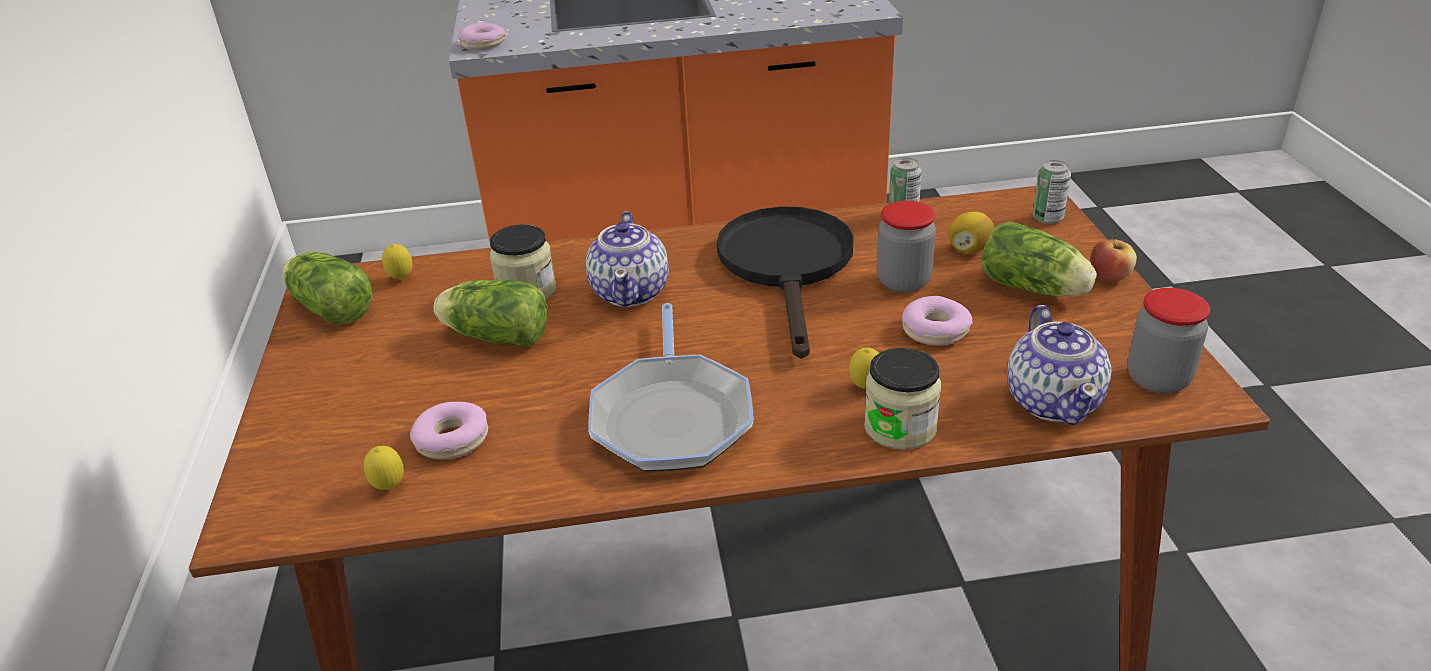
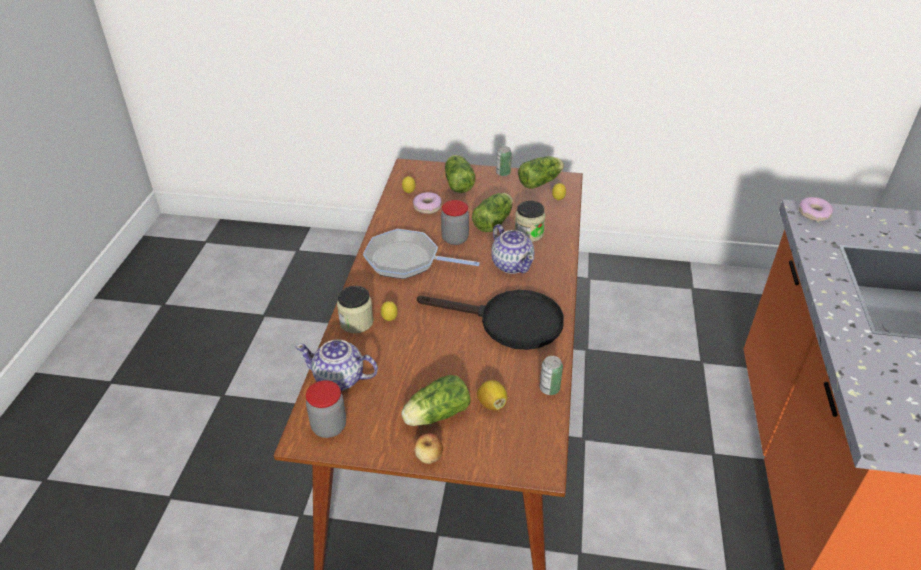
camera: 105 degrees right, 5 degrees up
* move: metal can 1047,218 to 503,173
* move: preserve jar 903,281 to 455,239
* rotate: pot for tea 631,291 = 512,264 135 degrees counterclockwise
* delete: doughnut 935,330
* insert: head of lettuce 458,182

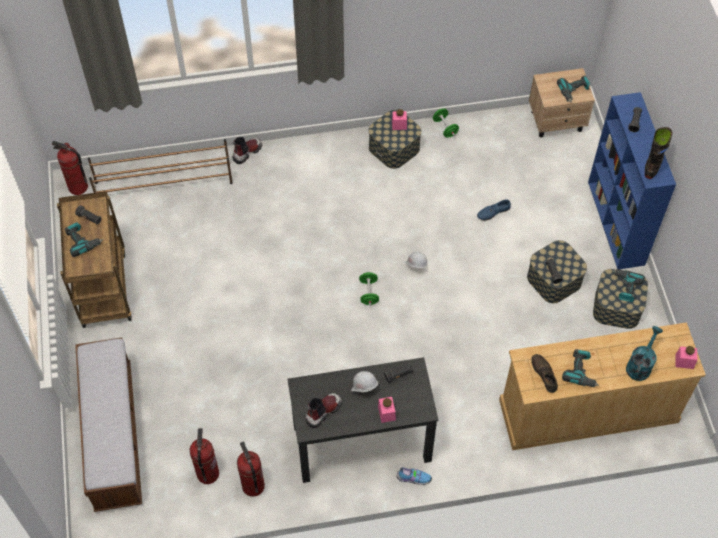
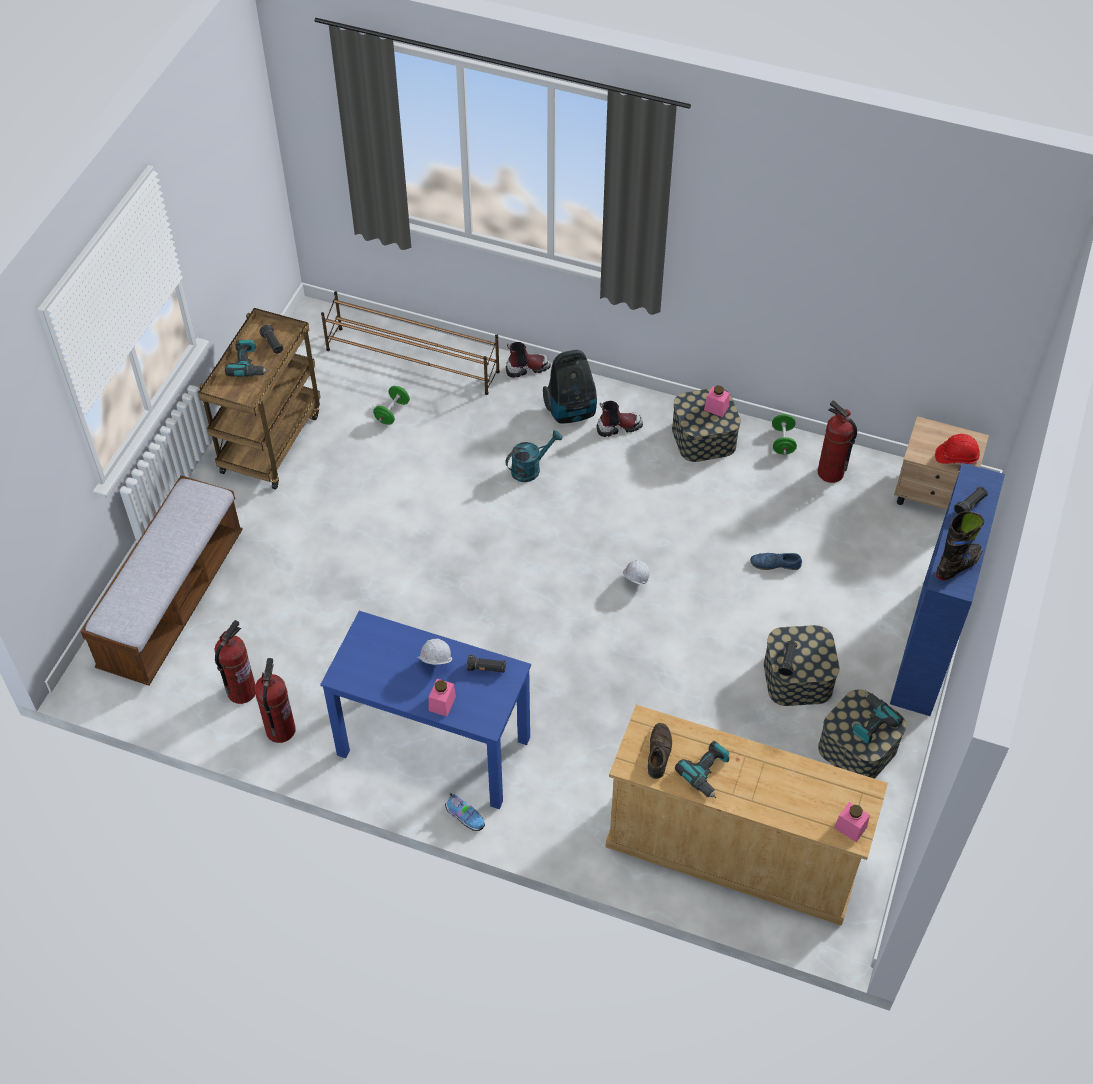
camera: 30 degrees right, 5 degrees down
* replace: power drill 574,91 to red safety helmet 956,457
* move: fire-fighting cylinder 78,187 to 830,473
* move: greenish dumbbell 369,293 to 392,412
* move: turquoise watering can 640,364 to 530,468
* recolor: black desk unit 361,443 to bluish desk unit 433,746
* move: tall boot 323,411 to 619,427
* insert: vacuum 572,411

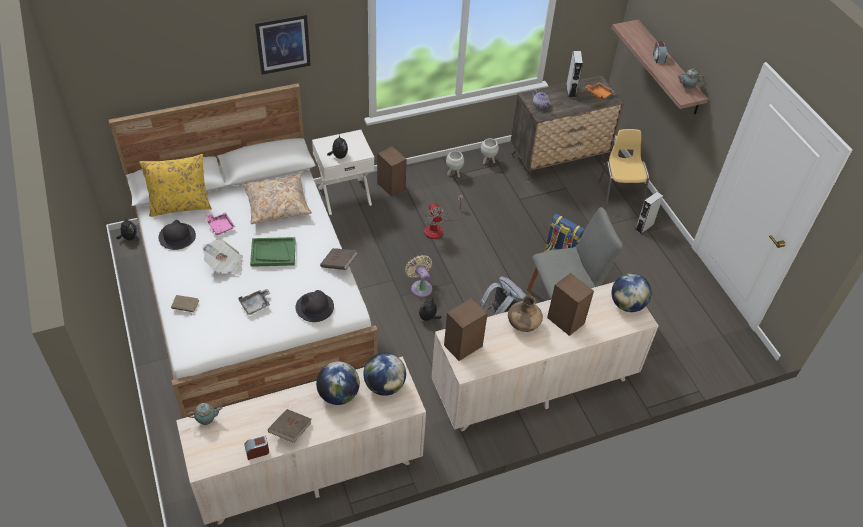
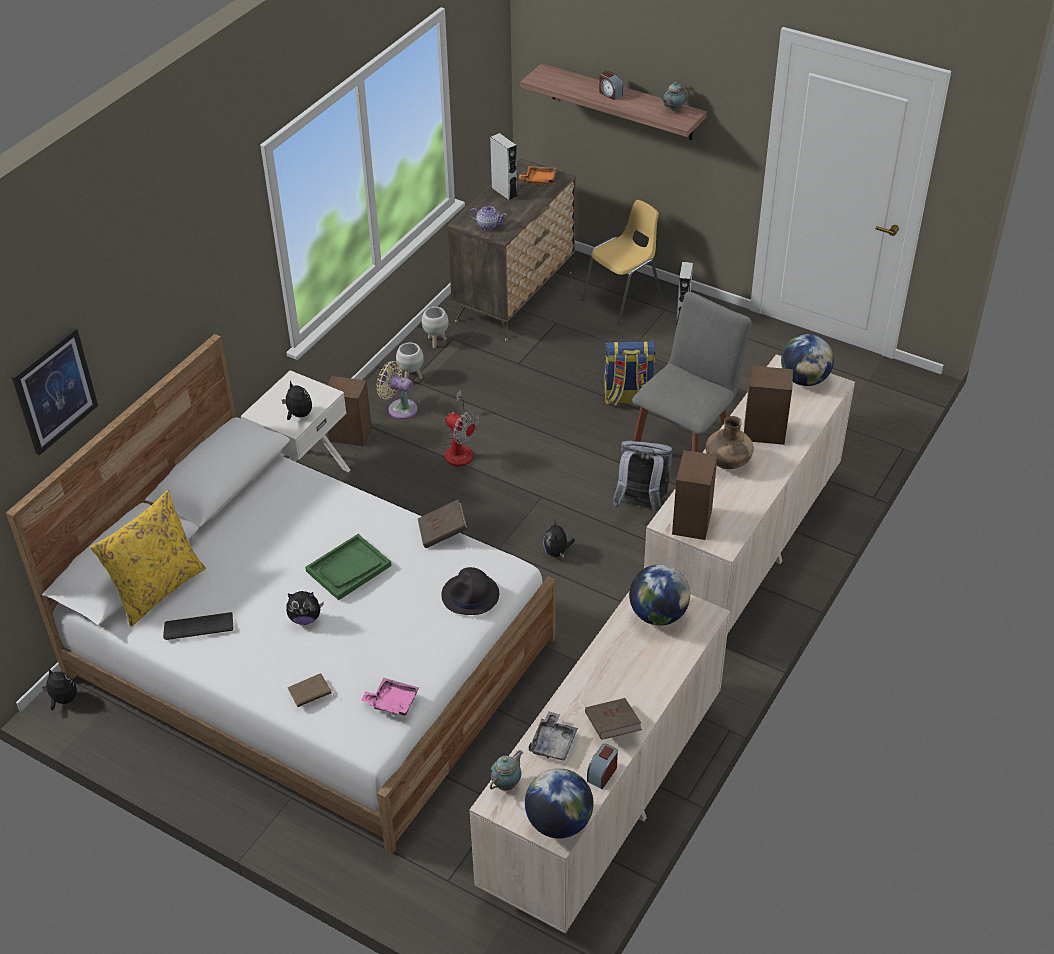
camera: 35 degrees left, 5 degrees down
* move: picture 283,43 to 54,390
* rotate: yellowish plain chair 619,196 = 623,299 90 degrees clockwise
* delete: sand-coloured cushion 277,205
* move: pink-coloured tray 220,226 to 392,702
* replace: black clothing hat 177,237 to computer keyboard 199,627
* replace: printed paper 225,265 to cuddly toy 305,618
* move: sand-coloured fan 420,287 to 399,408
* move: gray tray 256,305 to 553,743
* move: world globe 338,394 to 559,822

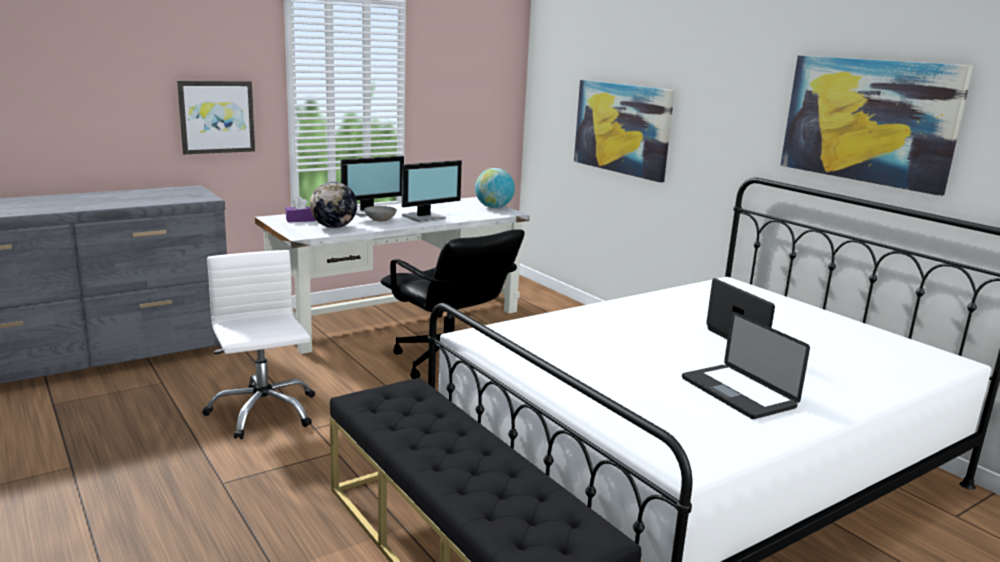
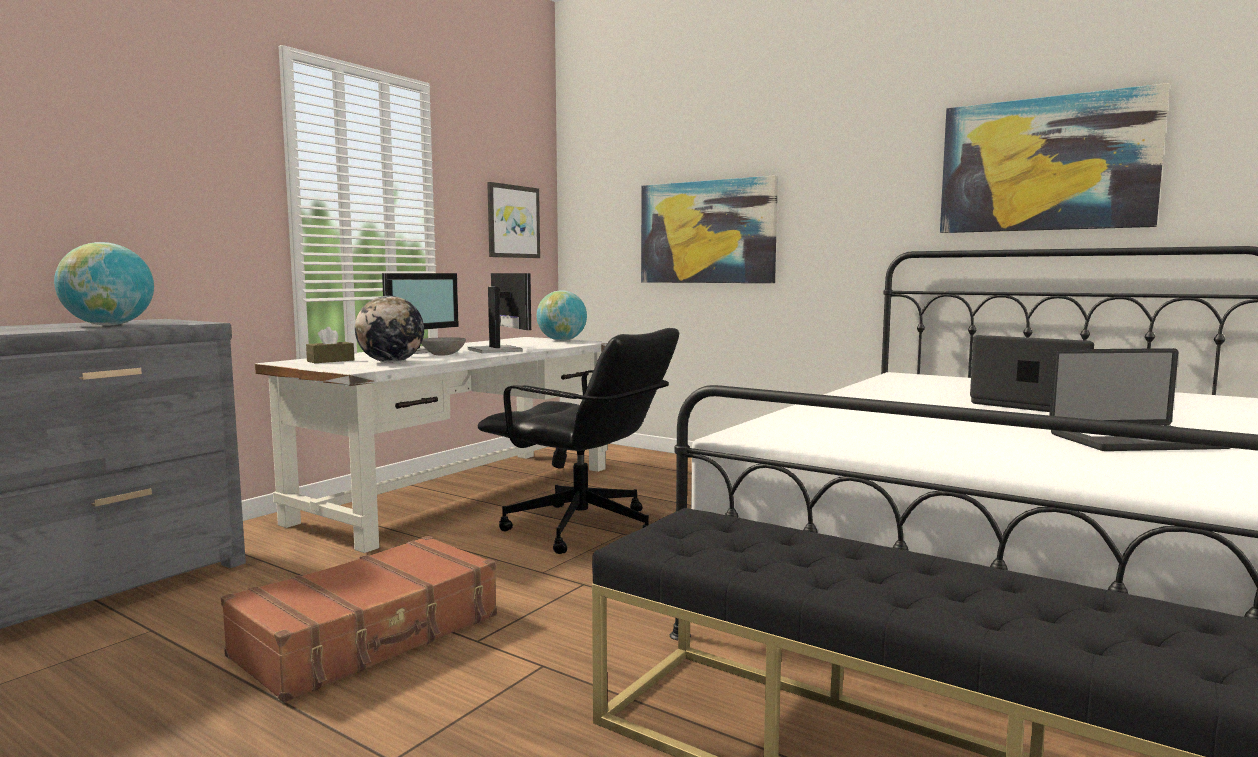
camera: 20 degrees left, 10 degrees down
* move: picture 216,117 to 513,221
* rotate: computer screen 425,217 = 497,350 60 degrees counterclockwise
* recolor: purple tissue holder 300,220 to brown tissue holder 330,361
* replace: white-coloured desk chair 263,412 to brown travel case 370,636
* rotate: laptop 737,393 = 1136,441 45 degrees counterclockwise
* insert: world globe 109,325

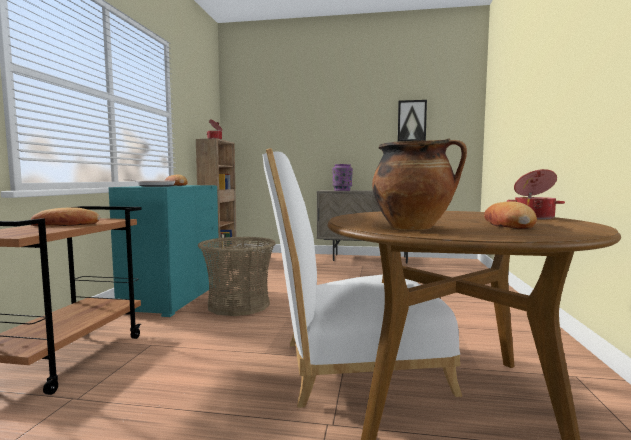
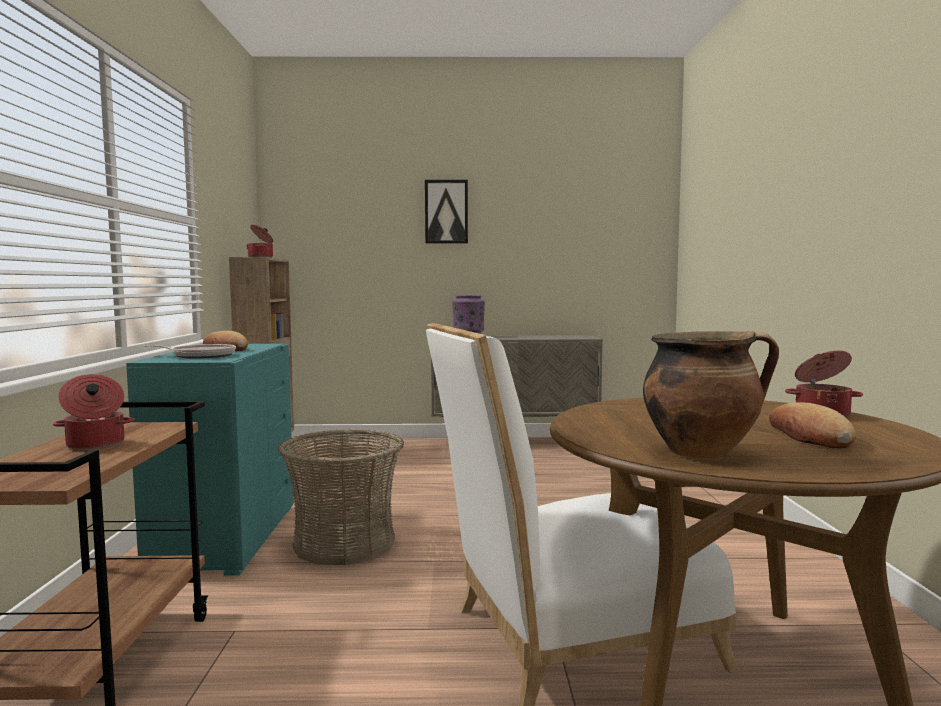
camera: 10 degrees left, 0 degrees up
* move: picture 411,121 to 446,212
* replace: bread 65,224 to cooking pot 95,445

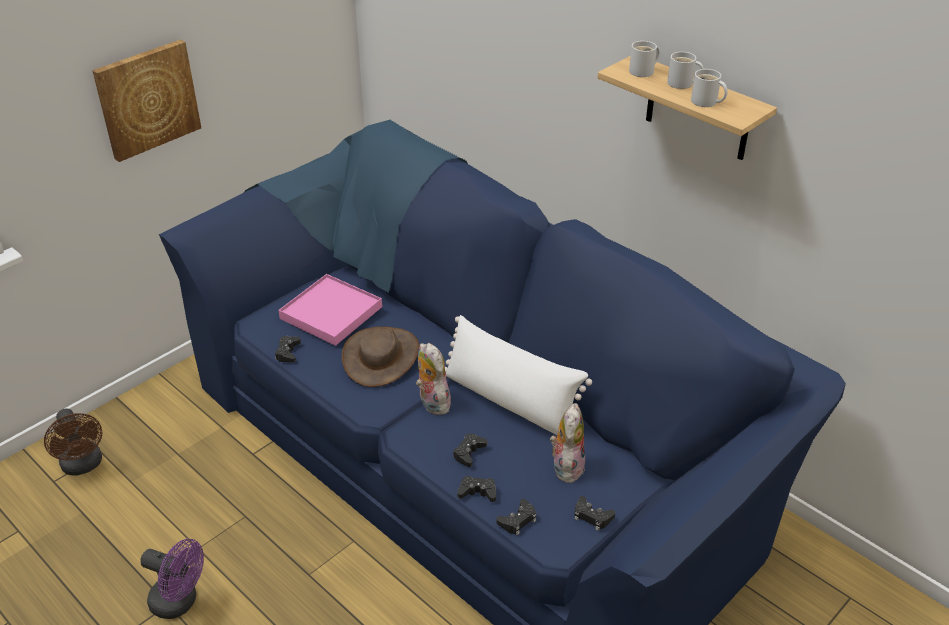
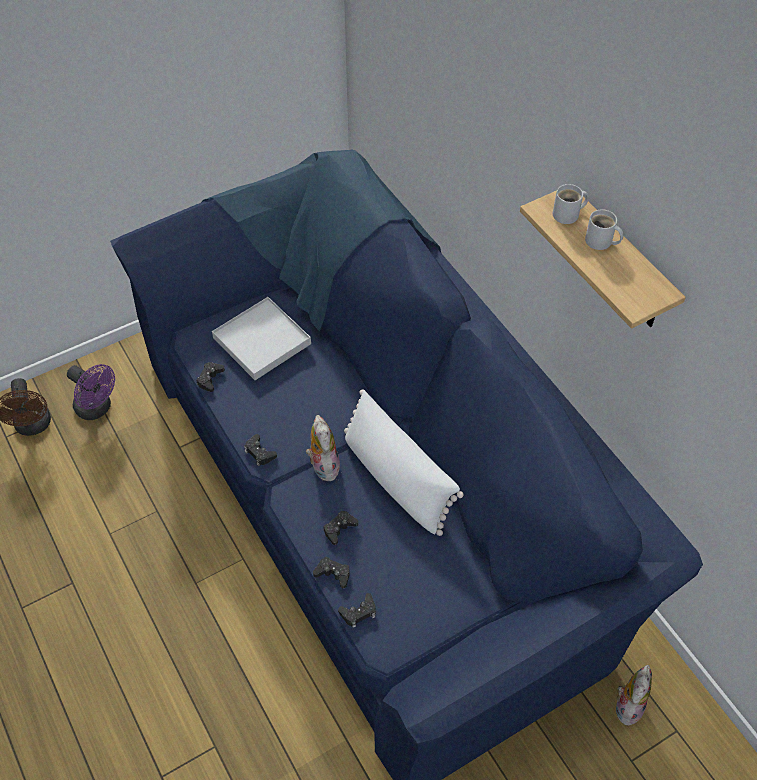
camera: 15 degrees right, 15 degrees up
* delete: picture 147,99
* delete: white-coloured coffee mug 706,102
* recolor: pink-coloured tray 331,313 to white-coloured tray 261,341
* delete: brown clothing hat 381,357
* move: cuddly toy 566,466 to 627,705
* move: black joypad 592,516 to 259,453
* move: purple fan 180,602 to 97,409

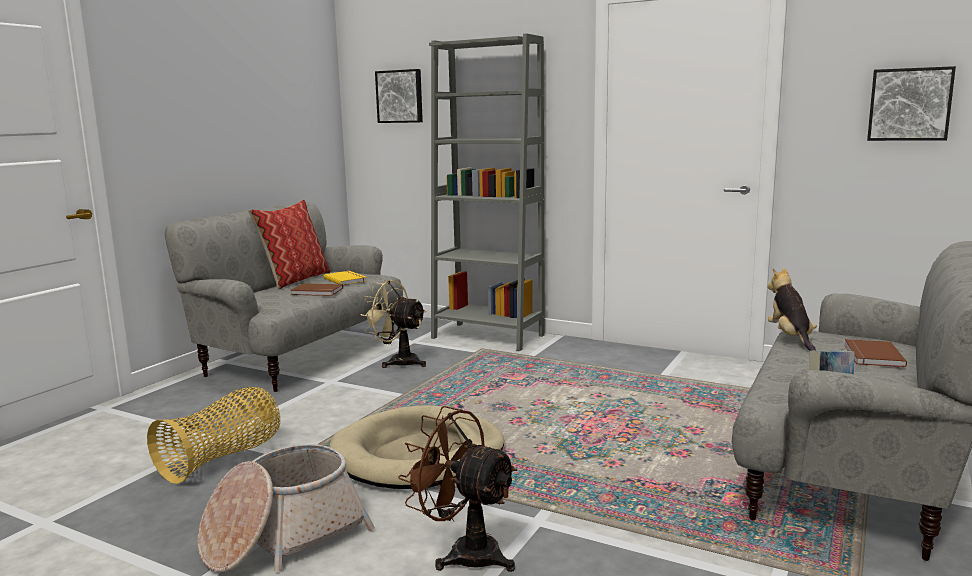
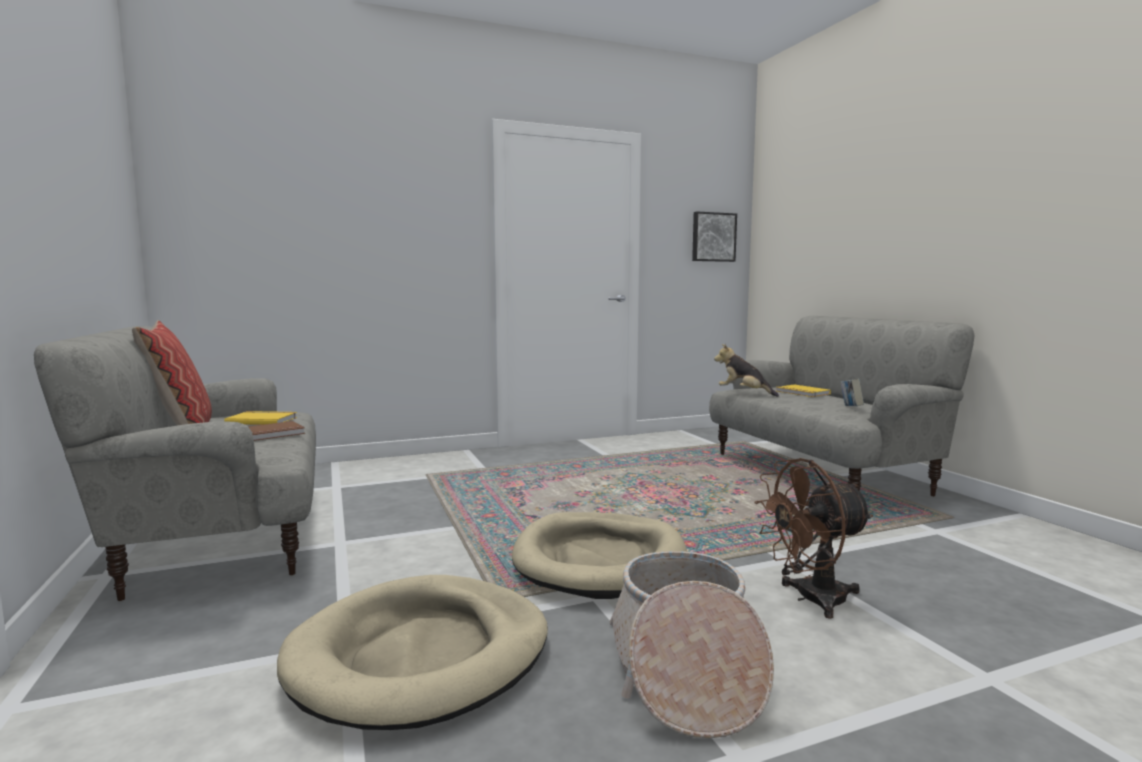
camera: 50 degrees left, 5 degrees down
* delete: gray shelving unit 487,336
* delete: picture 400,96
* delete: sand-coloured fan 398,361
* recolor: brown bound book 871,356 to yellowish bound book 802,393
* replace: household basket 223,459 to sand-coloured pet bed 421,656

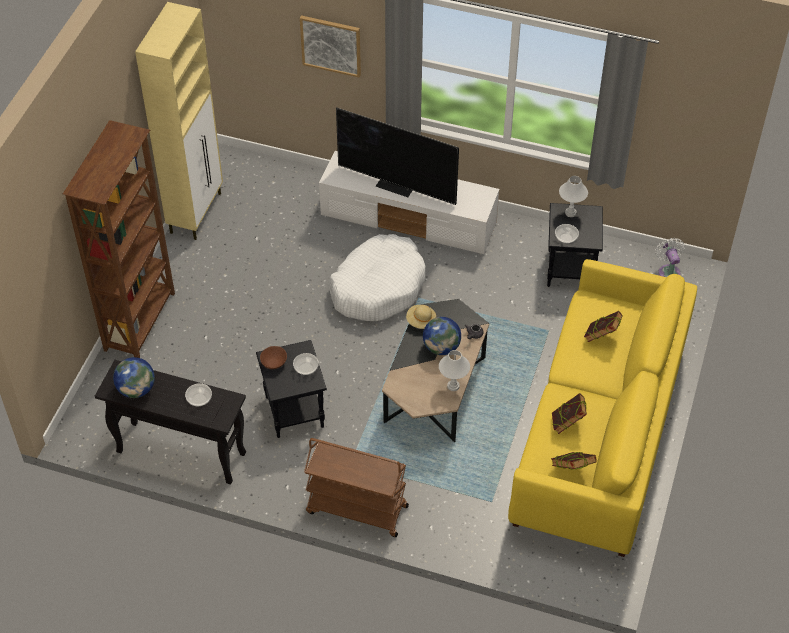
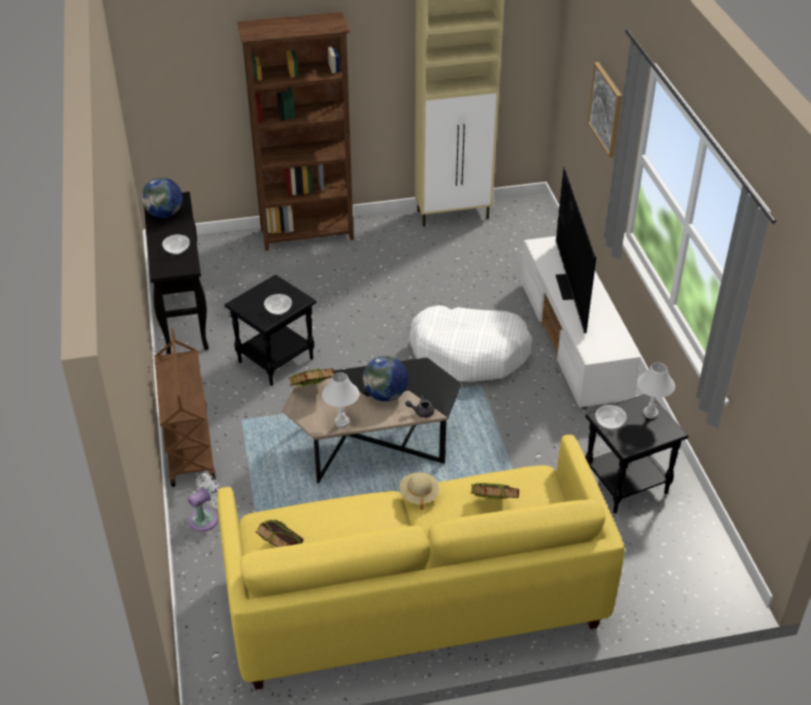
camera: 60 degrees right, 10 degrees down
* move: white-coloured fan 668,271 to 206,518
* move: sand-coloured clothing hat 421,321 to 419,495
* delete: brown deep dish 274,362
* move: bound book 567,424 to 312,392

